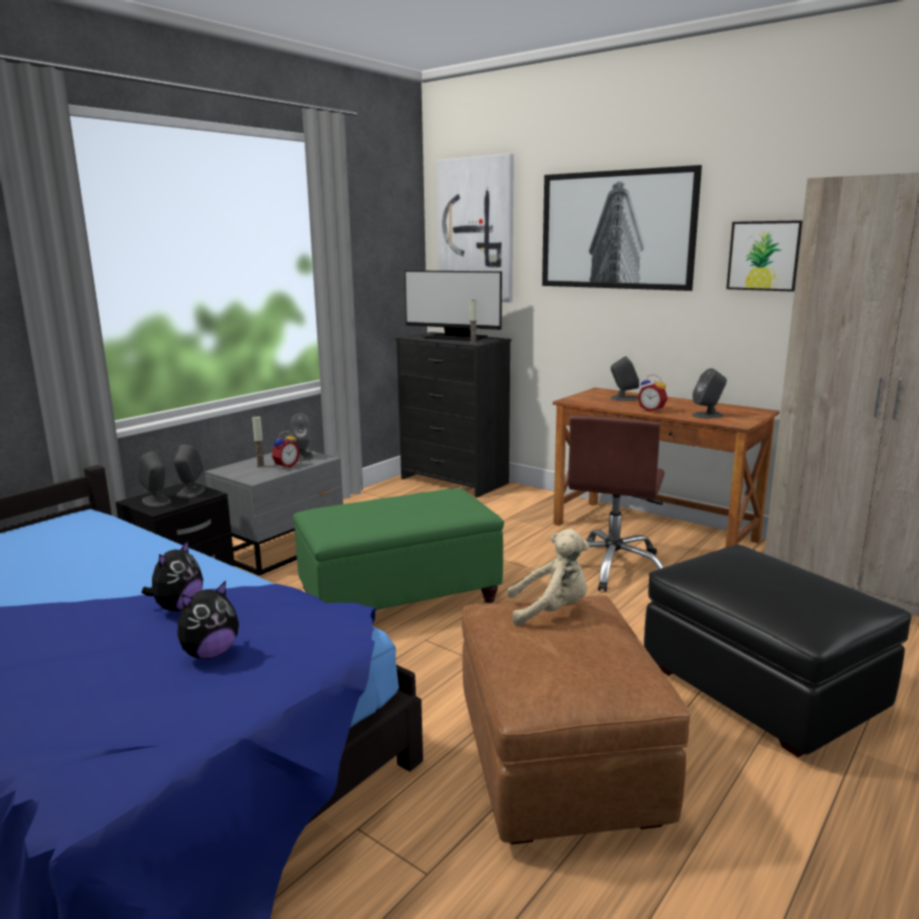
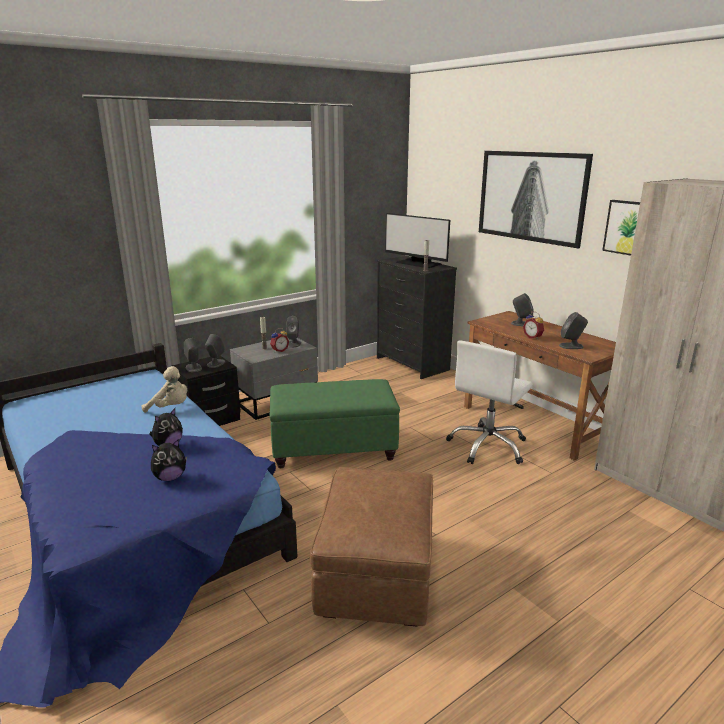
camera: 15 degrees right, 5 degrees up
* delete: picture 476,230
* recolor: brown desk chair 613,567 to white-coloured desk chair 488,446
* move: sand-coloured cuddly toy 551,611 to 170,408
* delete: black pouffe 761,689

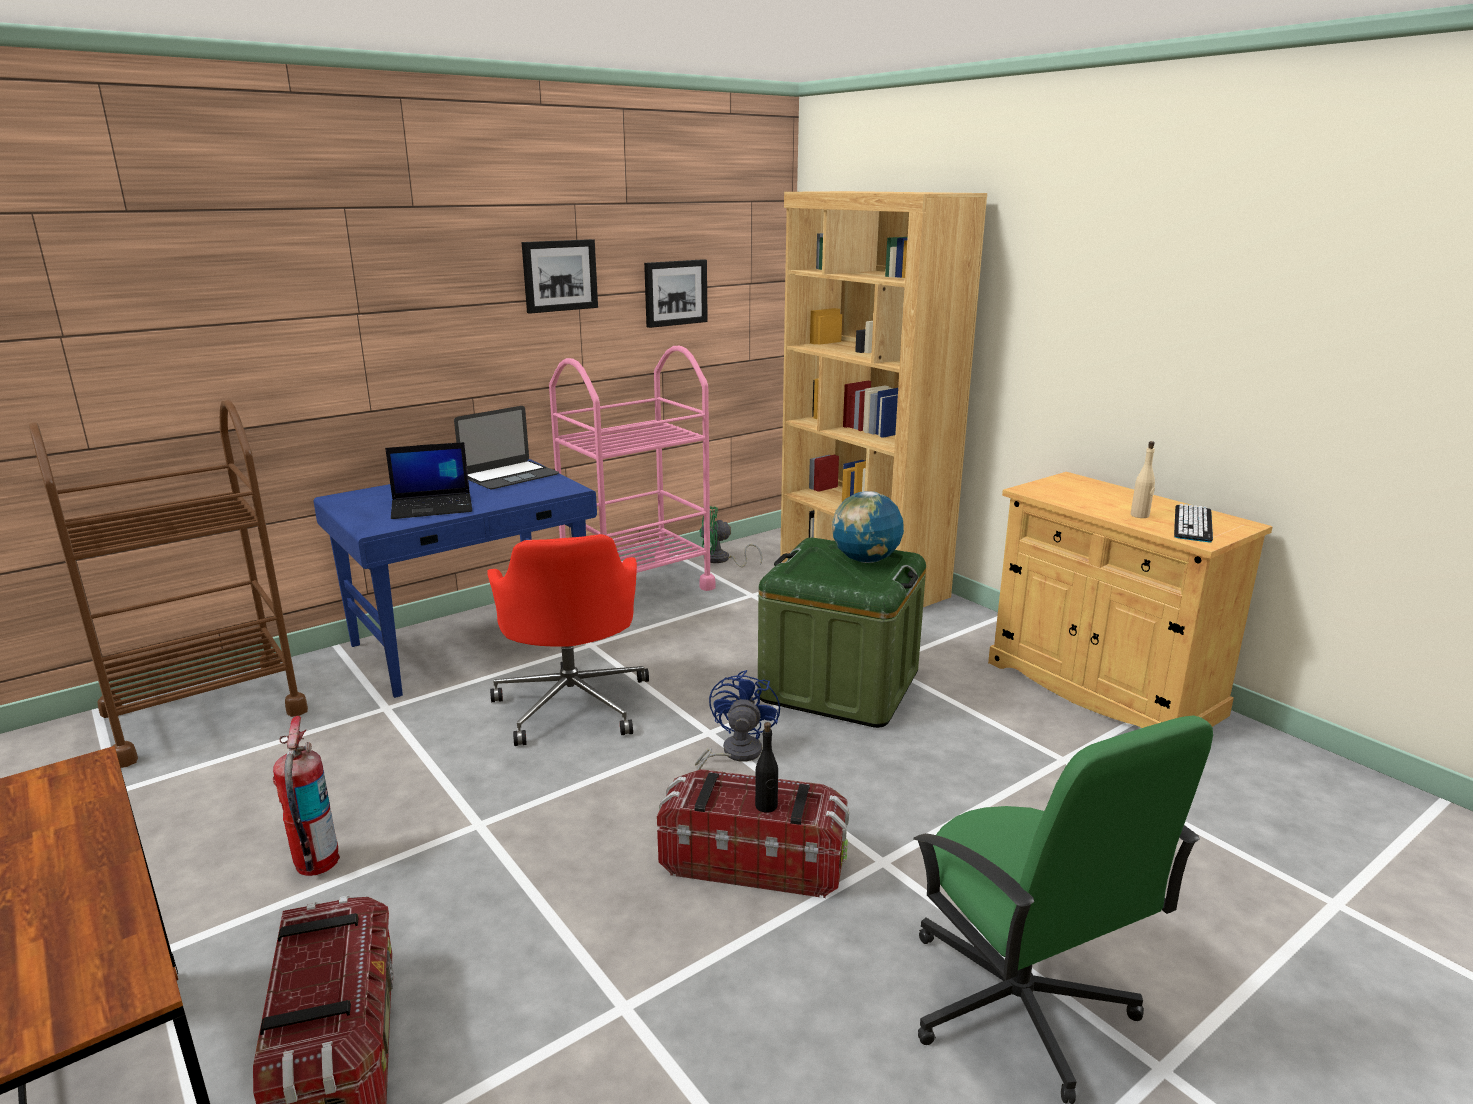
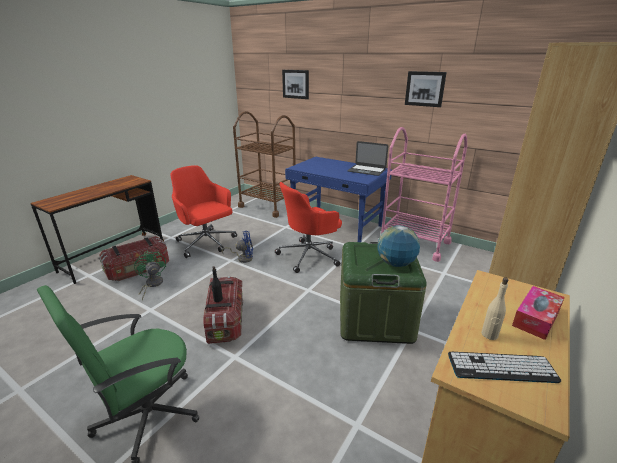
camera: 70 degrees right, 5 degrees up
* move: picture 675,293 to 296,84
* delete: laptop 433,506
* move: greenish fan 721,560 to 152,285
* move: bluish fan 734,754 to 243,258
* replace: fire-fighting cylinder 316,863 to red desk chair 207,243
* insert: tissue holder 536,318

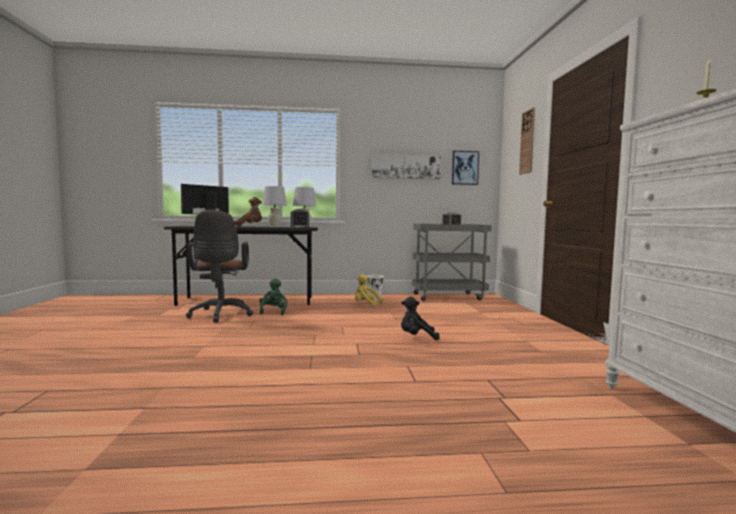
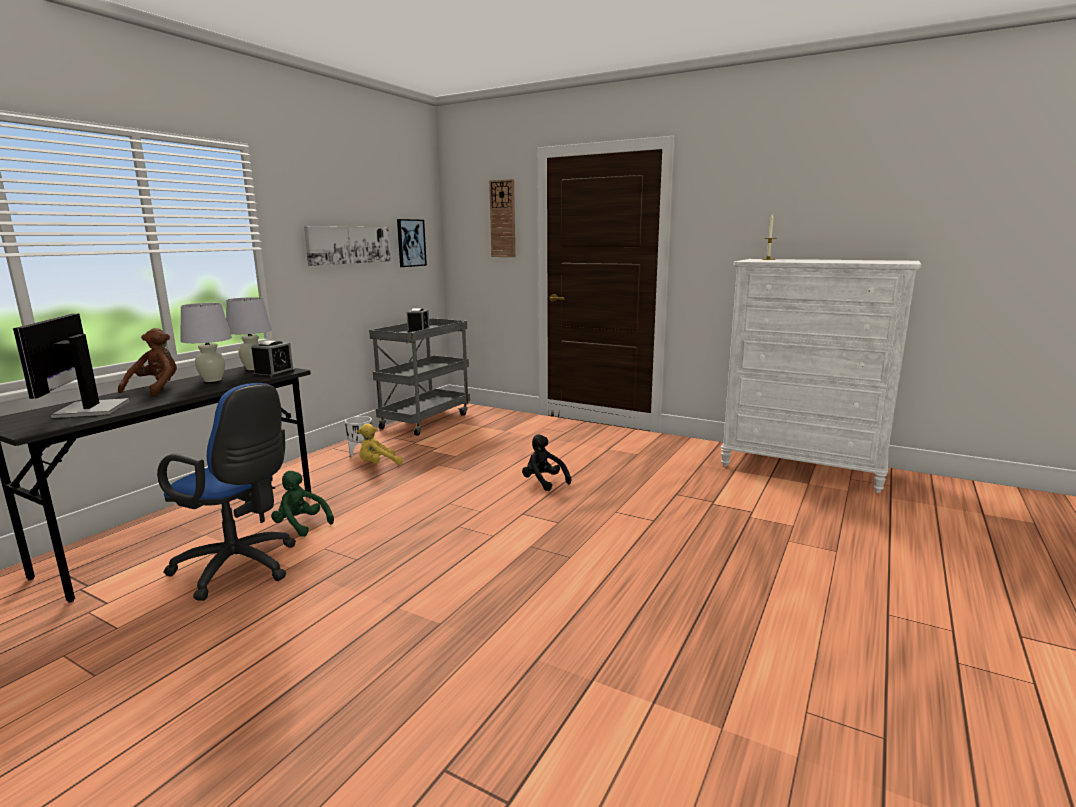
camera: 55 degrees left, 10 degrees up
* recolor: brown desk chair 220,315 to bluish desk chair 241,569
* rotate: black cuddly toy 417,337 = 543,482 105 degrees clockwise

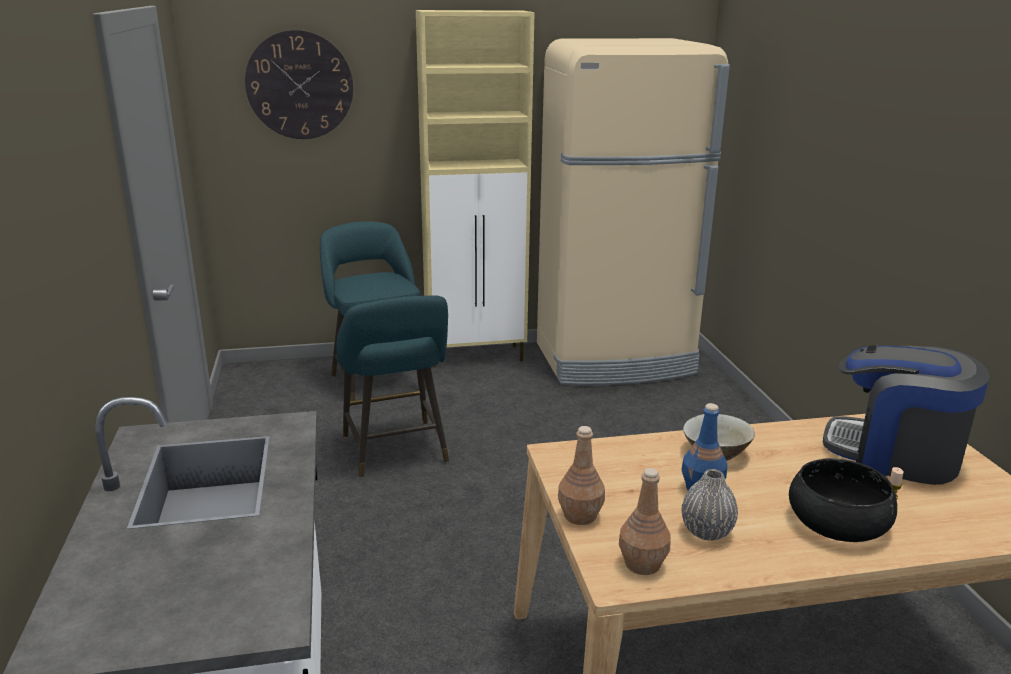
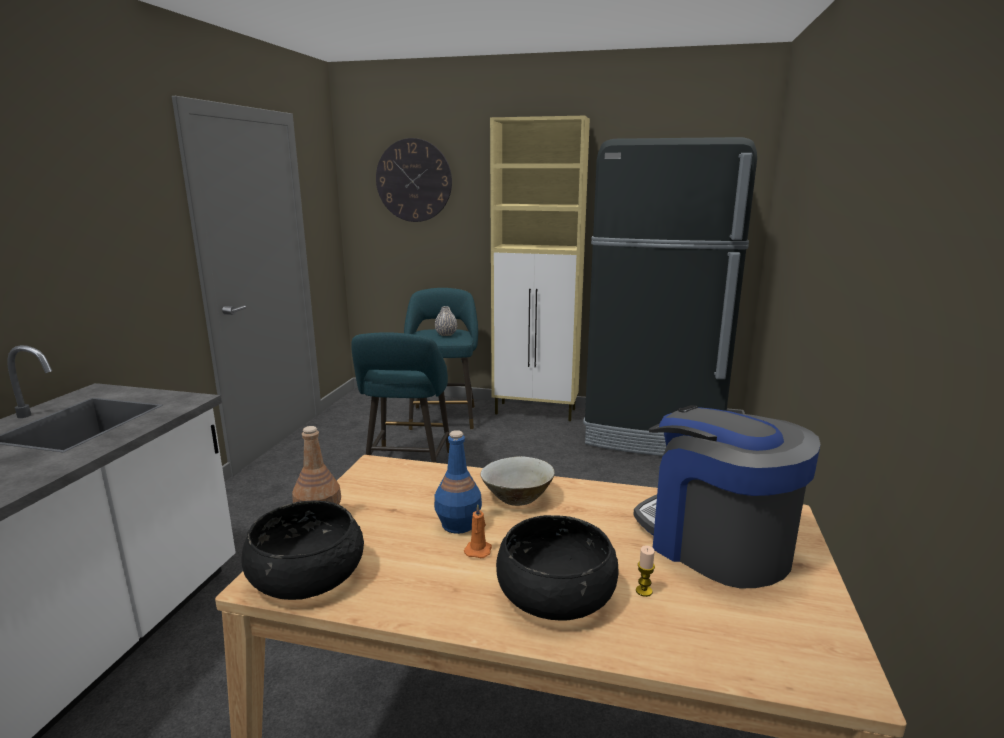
camera: 25 degrees right, 5 degrees down
* recolor: sand-coloured refrigerator 615,360 to black refrigerator 653,433
* replace: brown bottle 642,564 to black deep dish 307,574
* move: gray flower vase 706,531 to 446,334
* insert: orange wax light 478,550

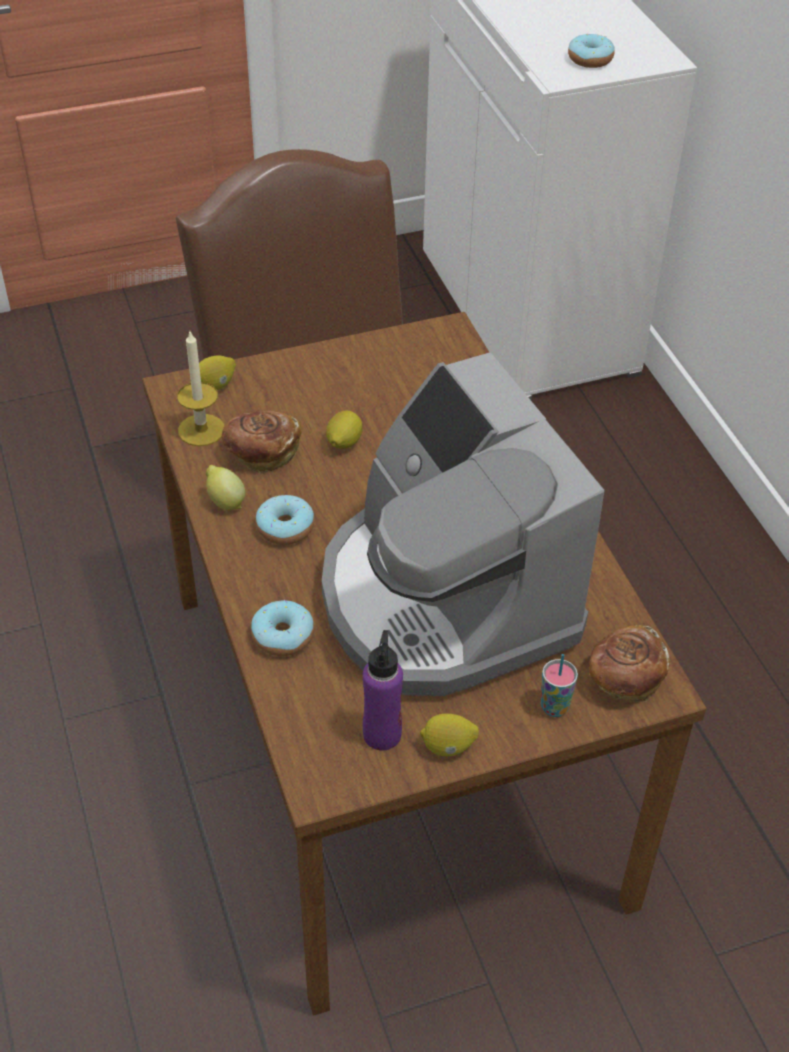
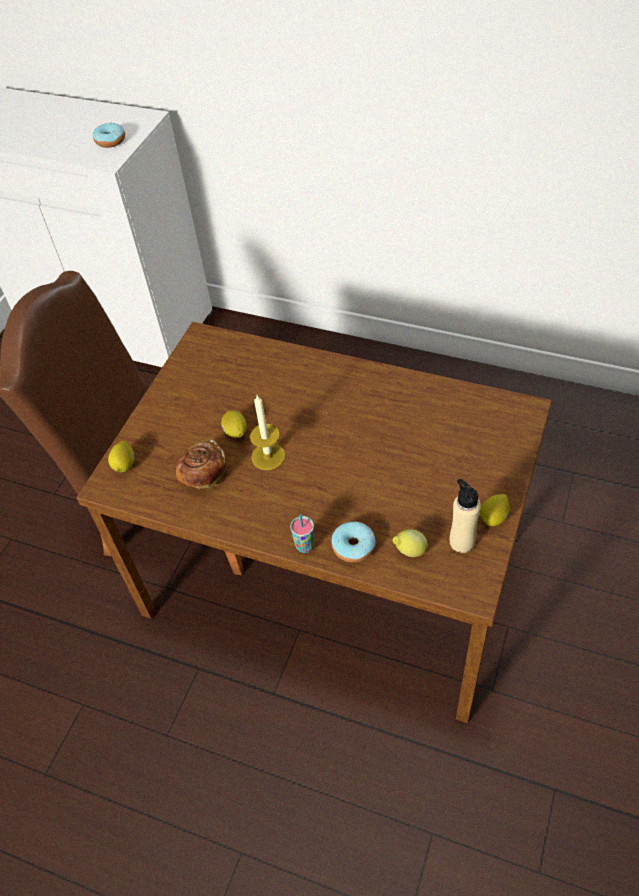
camera: 45 degrees left, 5 degrees up
* move: wax light 201,430 to 268,456
* delete: coffee machine 444,600
* move: whole lemon 225,502 to 409,551
* delete: doughnut 285,528
* delete: bread 624,678
* recolor: purple bottle 382,734 to sand-coloured bottle 462,541
* move: small cup 554,707 to 305,546

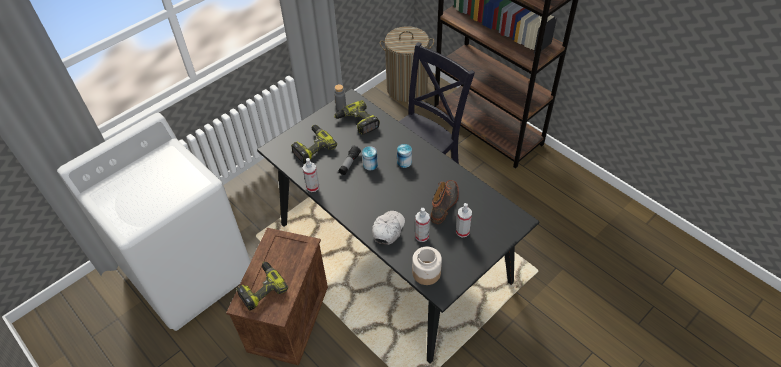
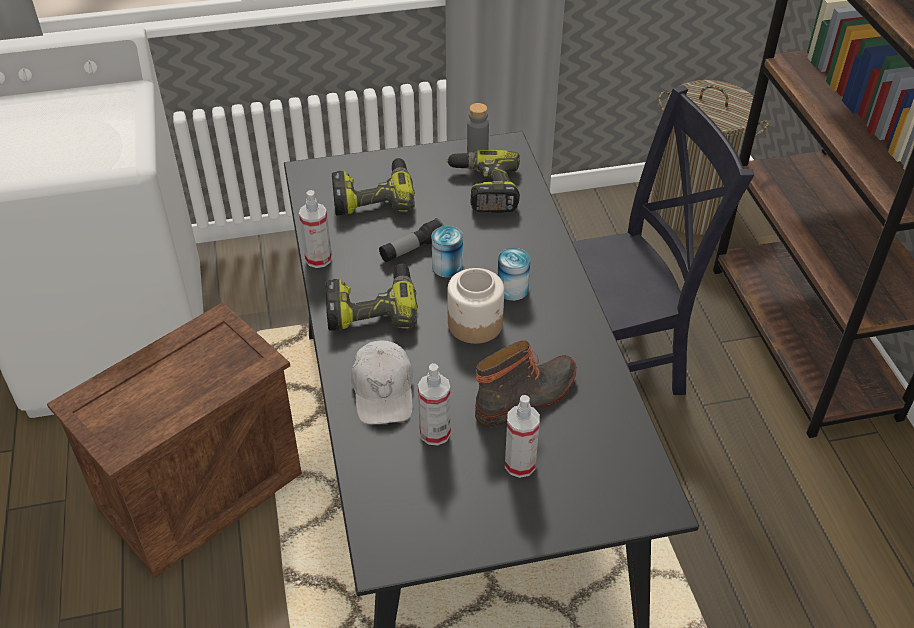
camera: 30 degrees right, 5 degrees down
* rotate: white-coloured peaked cap 388,229 = 383,390 120 degrees clockwise
* move: preserve jar 426,272 to 476,324
* move: power drill 261,289 to 372,307

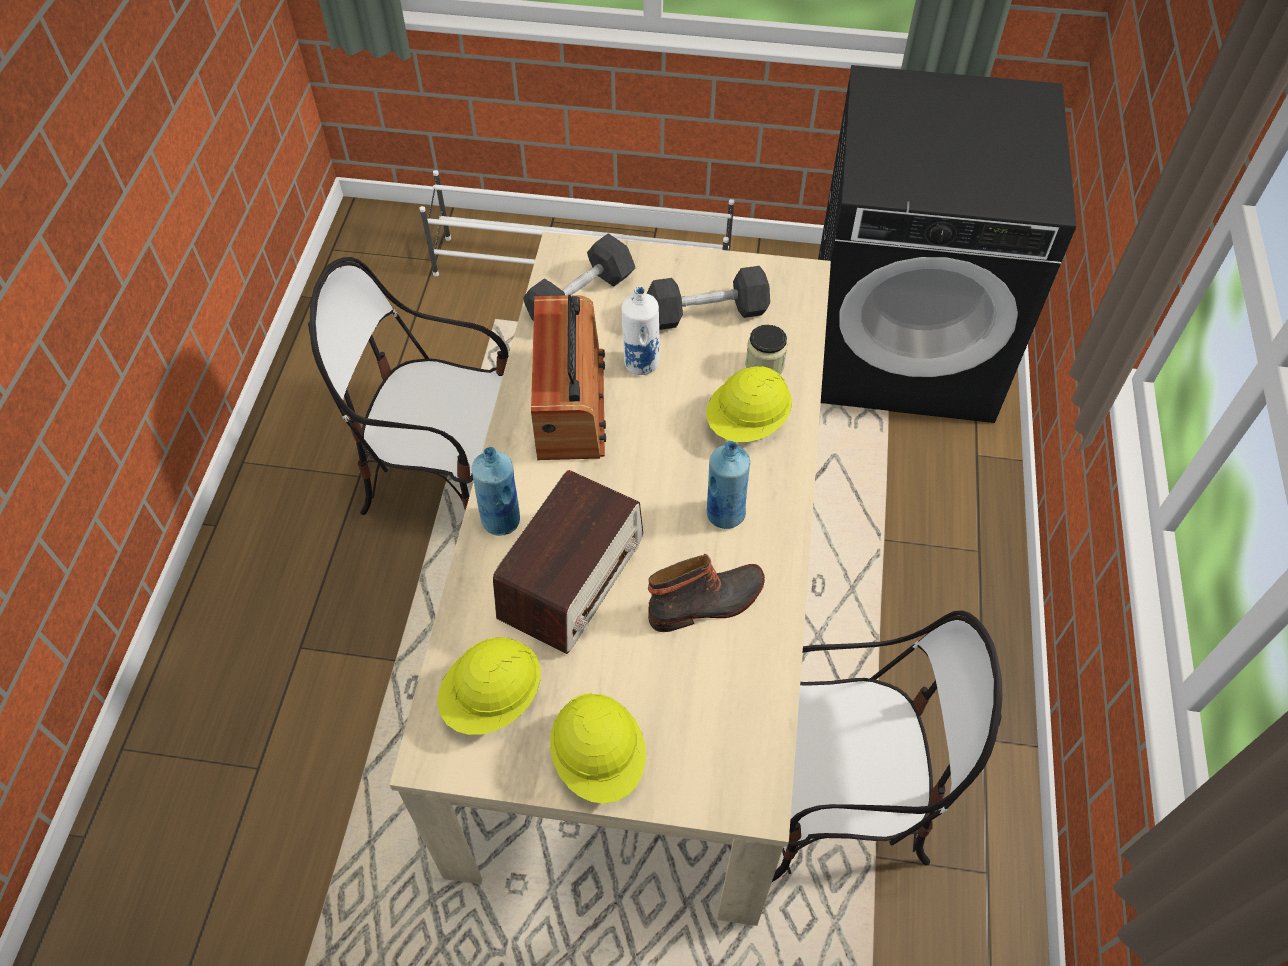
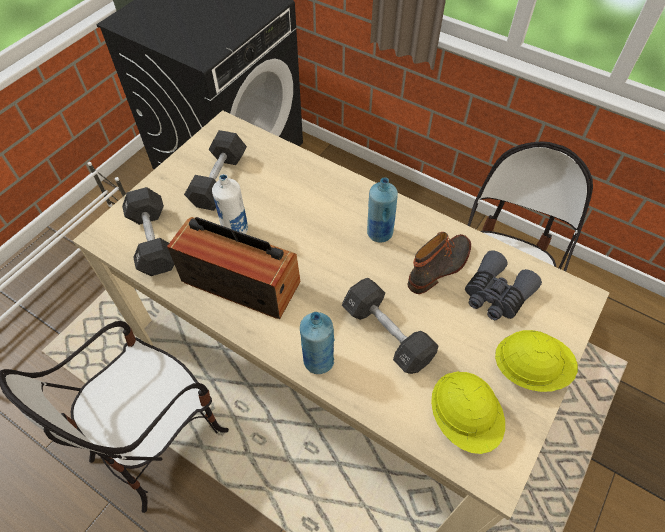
camera: 65 degrees left, 0 degrees up
* delete: preserve jar 764,365
* delete: yellowish safety helmet 747,422
* replace: radio 572,577 to black dumbbell 387,334
* rotate: tall boot 707,604 = 440,268 45 degrees clockwise
* insert: gray binoculars 496,294

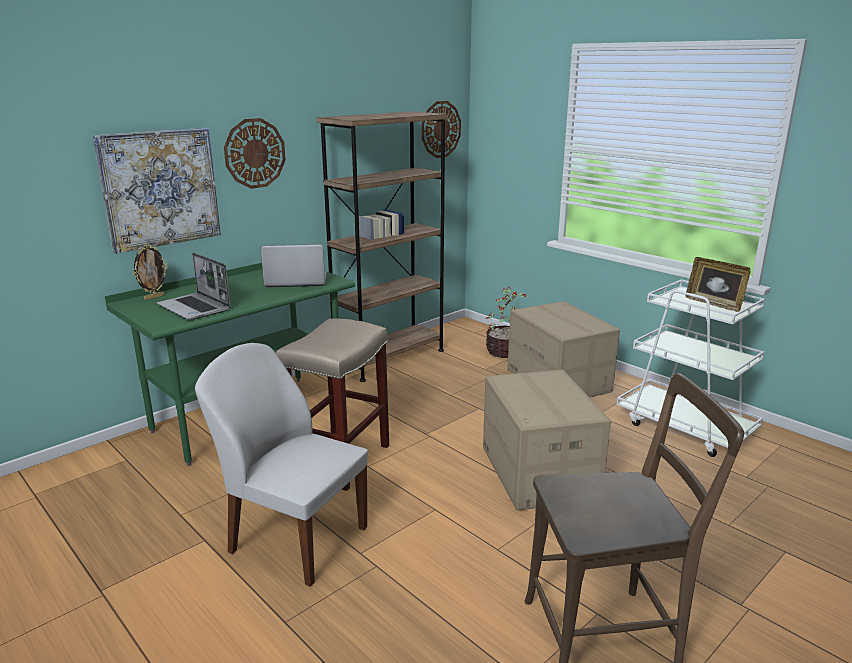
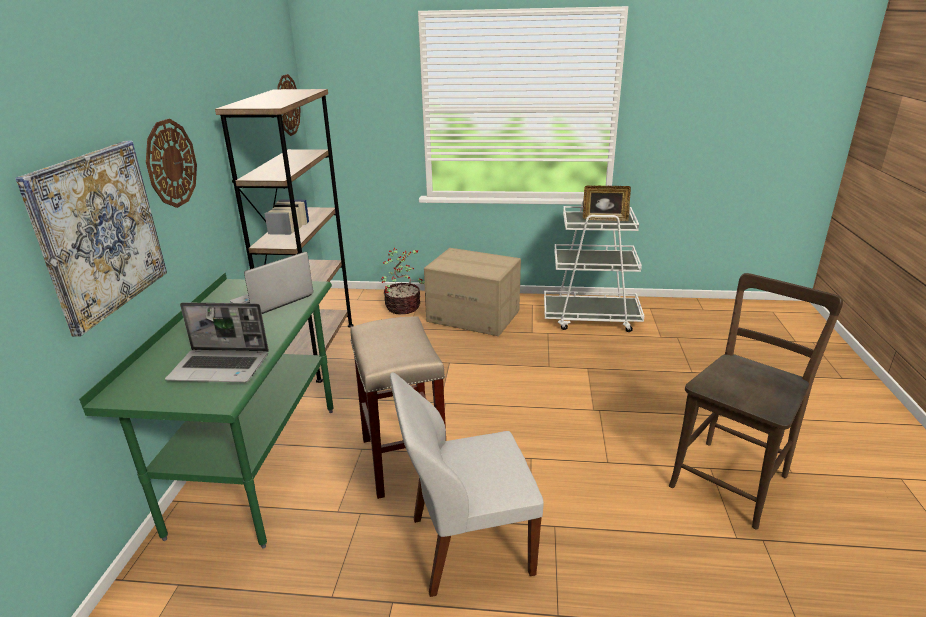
camera: 40 degrees left, 5 degrees up
* delete: standing frame 154,297
* delete: cardboard box 537,472

